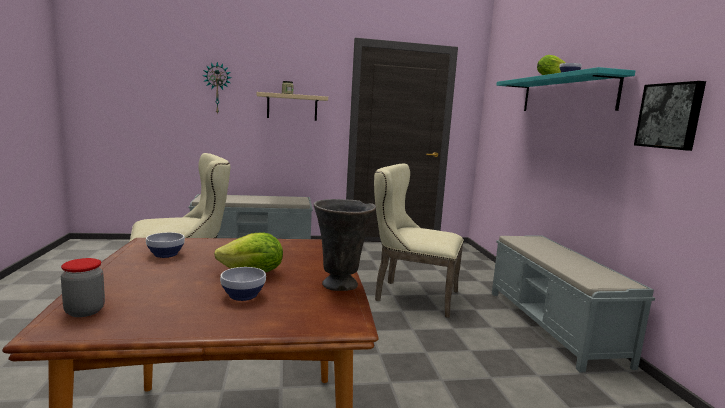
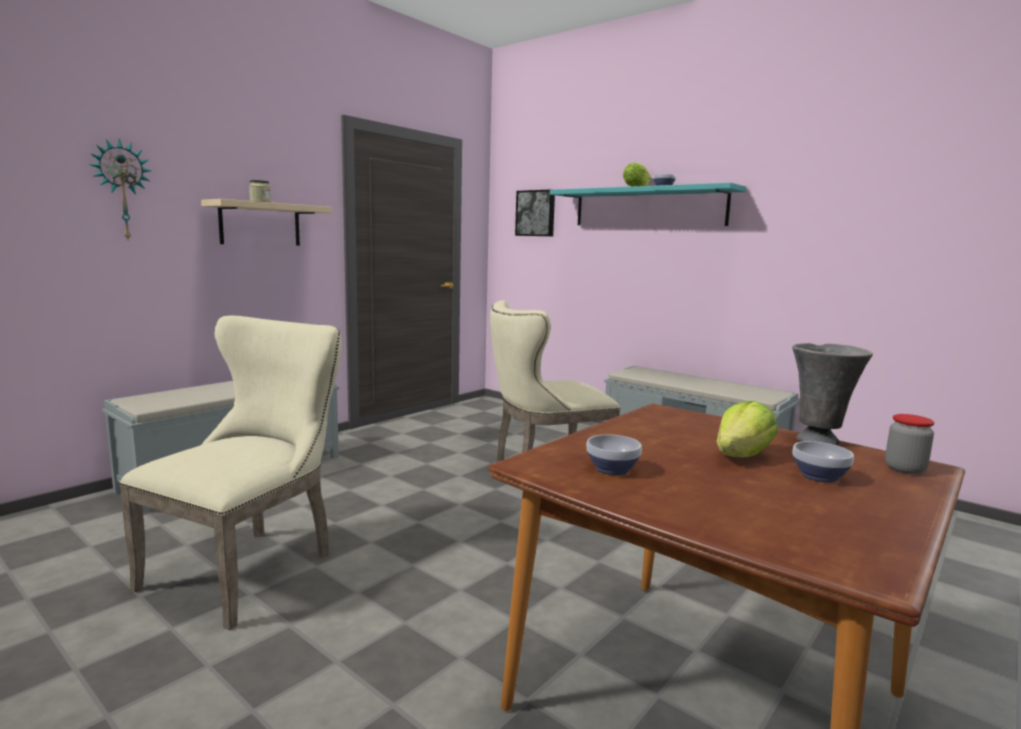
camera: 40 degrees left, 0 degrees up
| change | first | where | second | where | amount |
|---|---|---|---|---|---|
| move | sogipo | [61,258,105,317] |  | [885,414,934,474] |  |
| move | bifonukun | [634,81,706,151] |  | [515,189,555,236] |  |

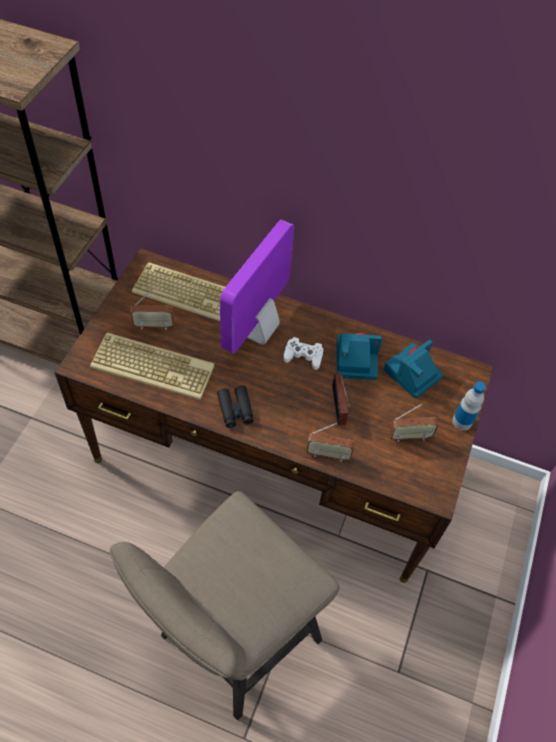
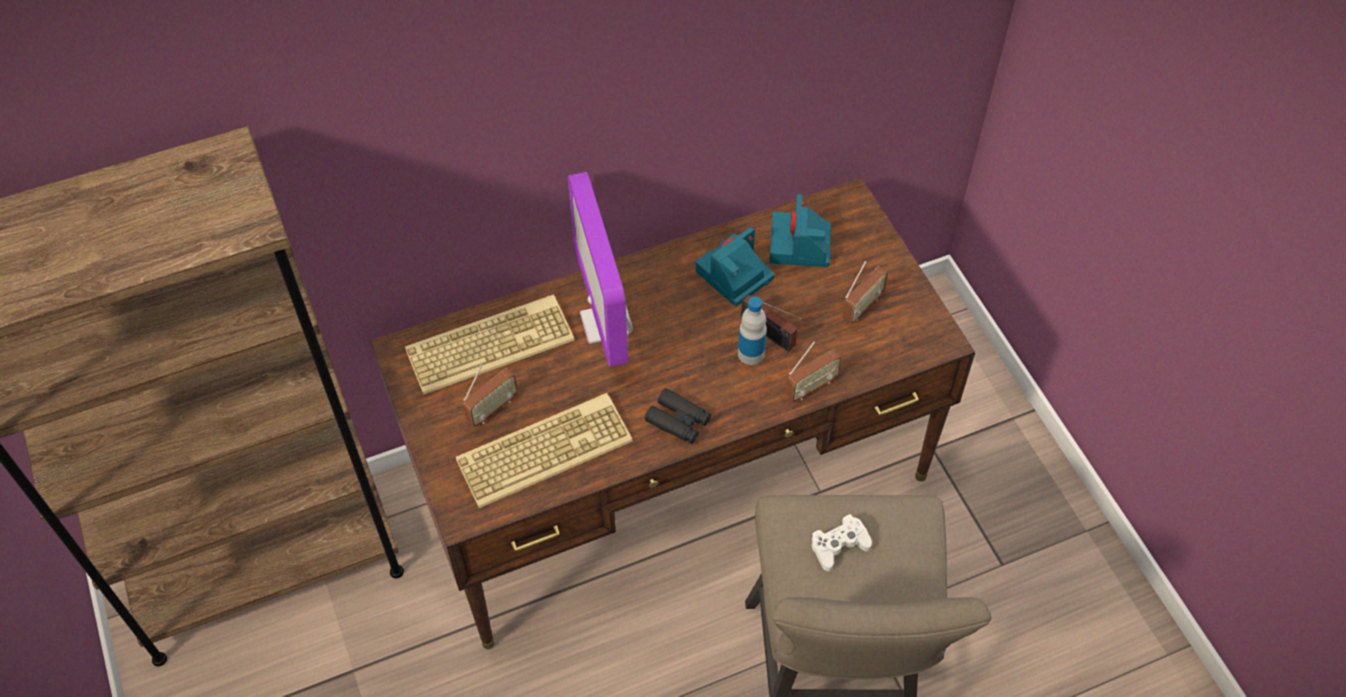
camera: 40 degrees left, 0 degrees up
| change | first | where | second | where | amount |
|---|---|---|---|---|---|
| move | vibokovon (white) | [283,337,323,370] |  | [811,514,872,572] |  |
| move | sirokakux | [452,382,486,431] |  | [738,297,767,365] |  |

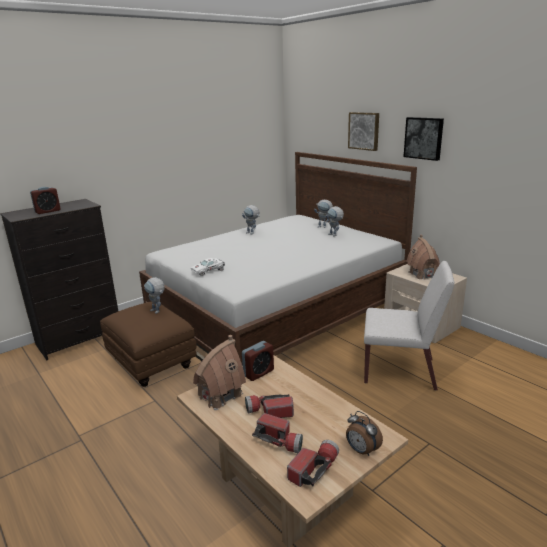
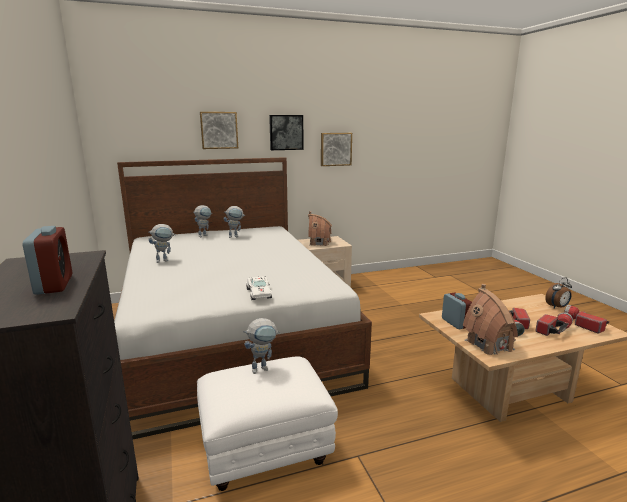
camera: 70 degrees left, 5 degrees down
| change | first | where | second | where | amount |
|---|---|---|---|---|---|
| delete | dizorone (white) | [364,261,454,391] |  |  |  |
| insert |  |  | bifonukun | [321,133,352,166] |  |
| recolor | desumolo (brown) | [100,302,197,387] | desumolo (white) | [197,356,338,491] |  |

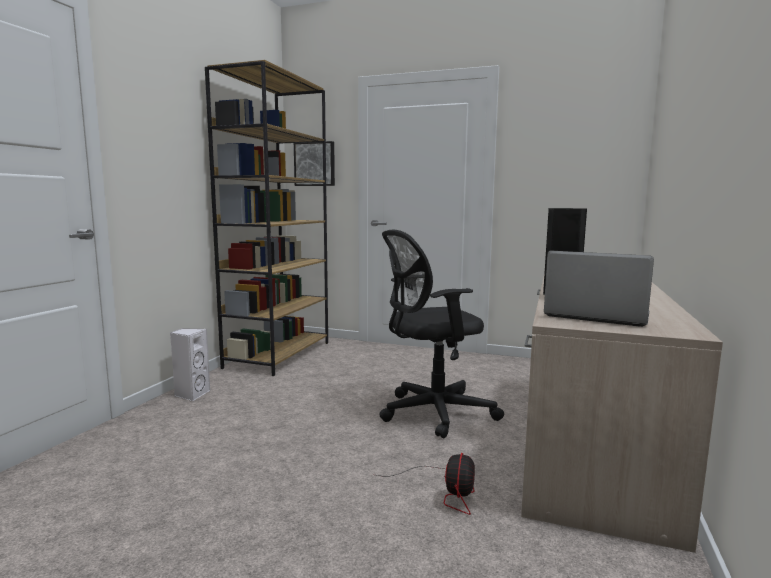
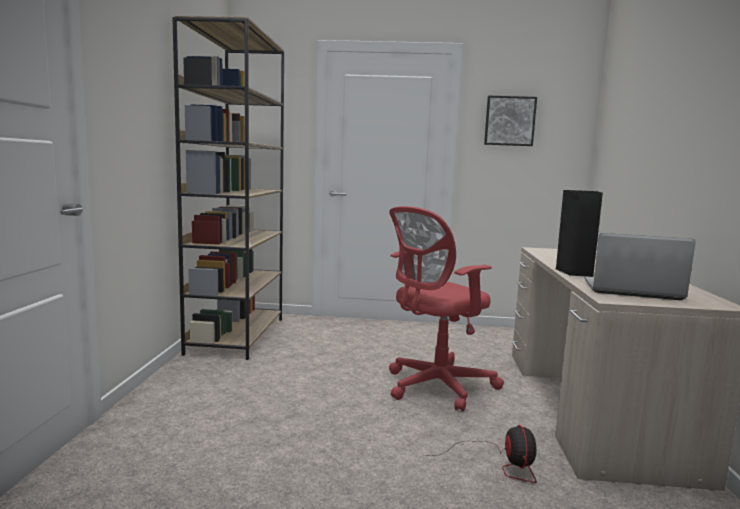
camera: 15 degrees left, 0 degrees up
| change | first | where | second | where | amount |
|---|---|---|---|---|---|
| delete | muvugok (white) | [170,328,210,401] |  |  |  |
| move | bifonukun | [294,141,335,186] |  | [484,96,537,146] |  |
| recolor | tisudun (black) | [379,230,504,439] | tisudun (red) | [389,206,504,412] |  |

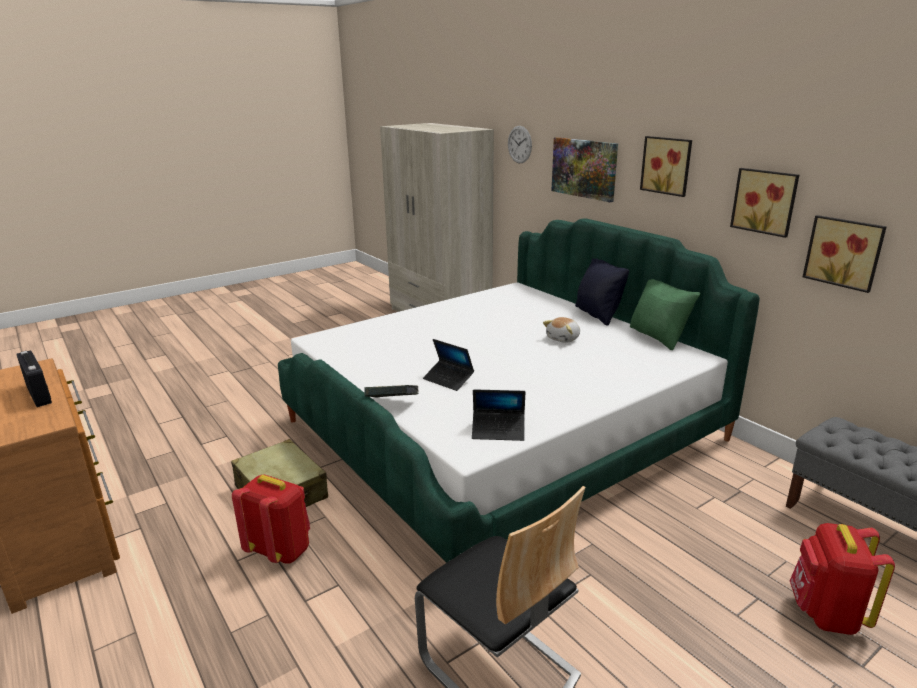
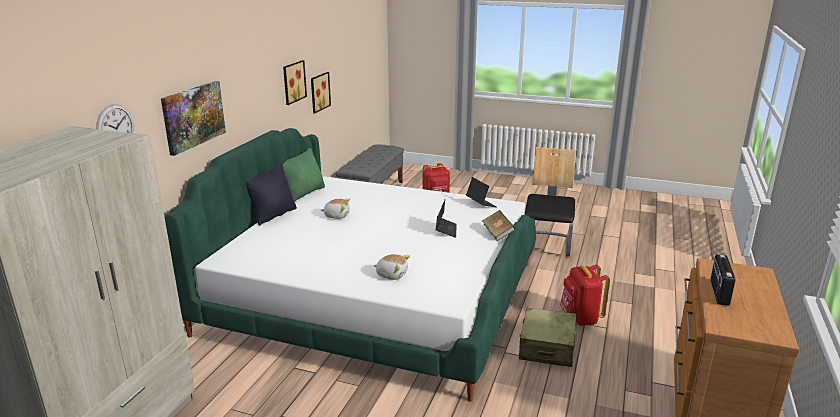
camera: 125 degrees left, 0 degrees up
| change | first | where | second | where | amount |
|---|---|---|---|---|---|
| delete | bifonukun | [640,136,692,197] |  |  |  |
| insert |  |  | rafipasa | [374,254,410,280] |  |

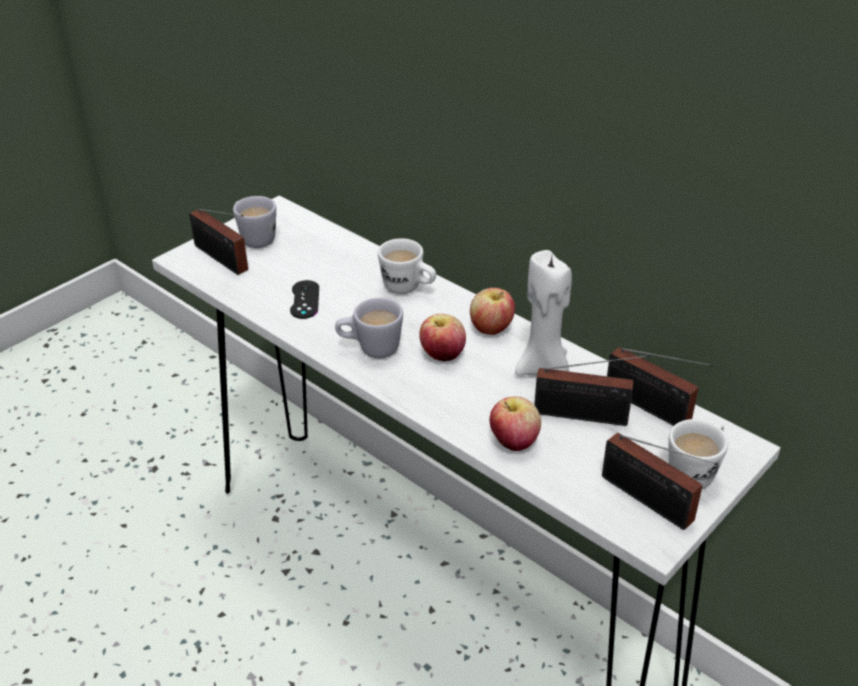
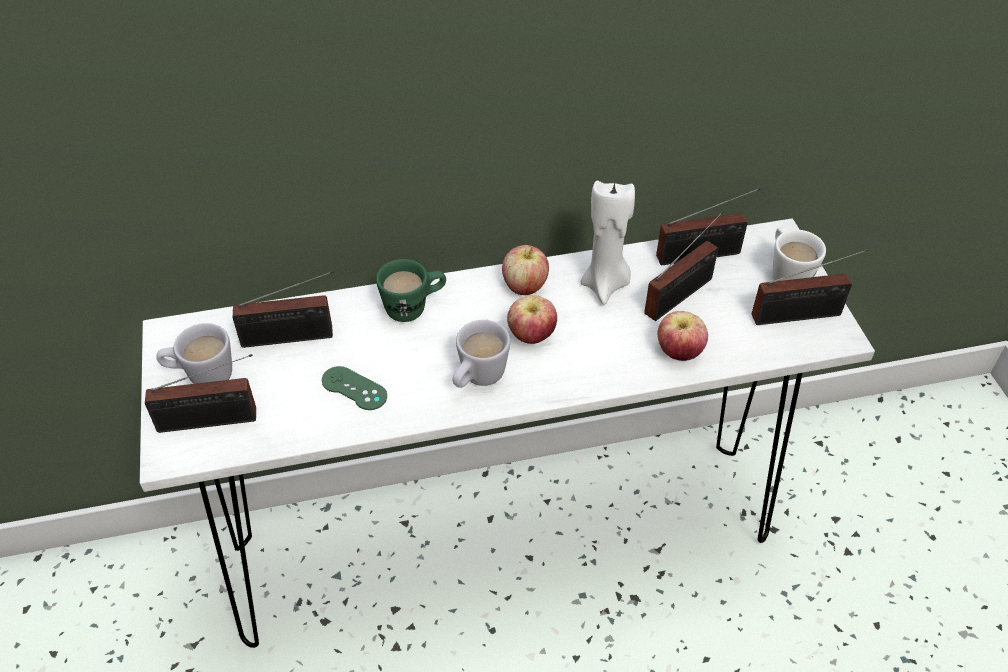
camera: 55 degrees left, 10 degrees up
| change | first | where | second | where | amount |
|---|---|---|---|---|---|
| insert |  |  | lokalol | [233,271,333,348] |  |
| recolor | vibokovon (black) | [290,280,319,319] | vibokovon (green) | [322,366,387,410] |  |
| recolor | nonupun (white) | [378,238,436,294] | nonupun (green) | [376,259,446,322] |  |

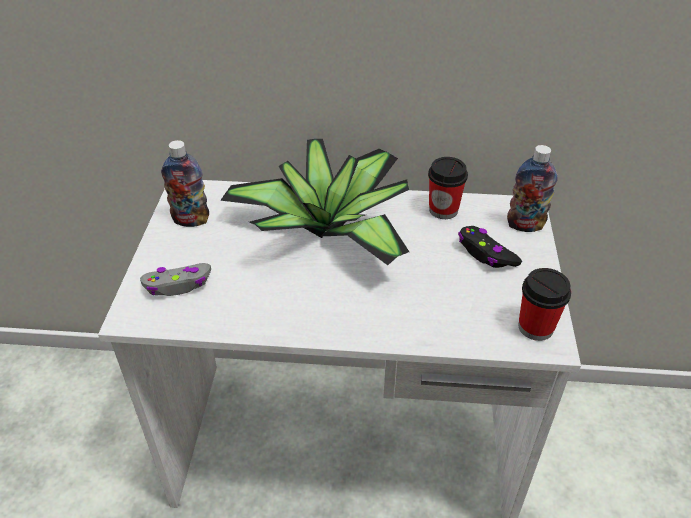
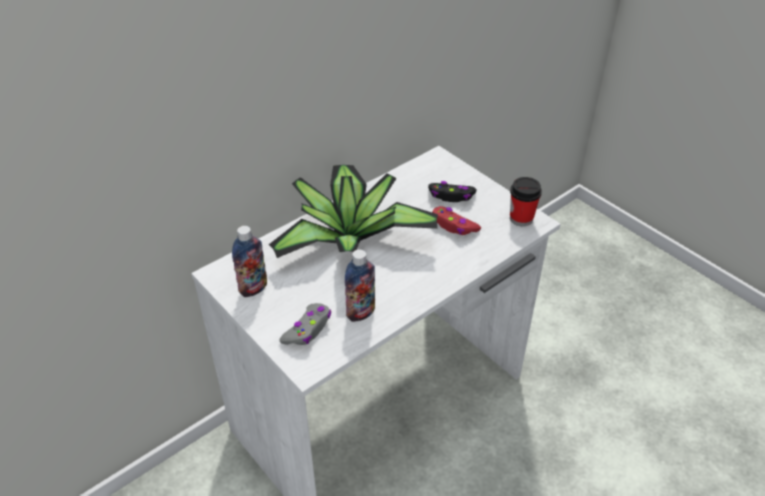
camera: 45 degrees left, 0 degrees up
| change | first | where | second | where | amount |
|---|---|---|---|---|---|
| delete | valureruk | [428,157,468,219] |  |  |  |
| insert |  |  | vibokovon (red) | [432,206,481,235] |  |
| move | sirokakux | [507,145,558,232] |  | [345,249,375,322] |  |

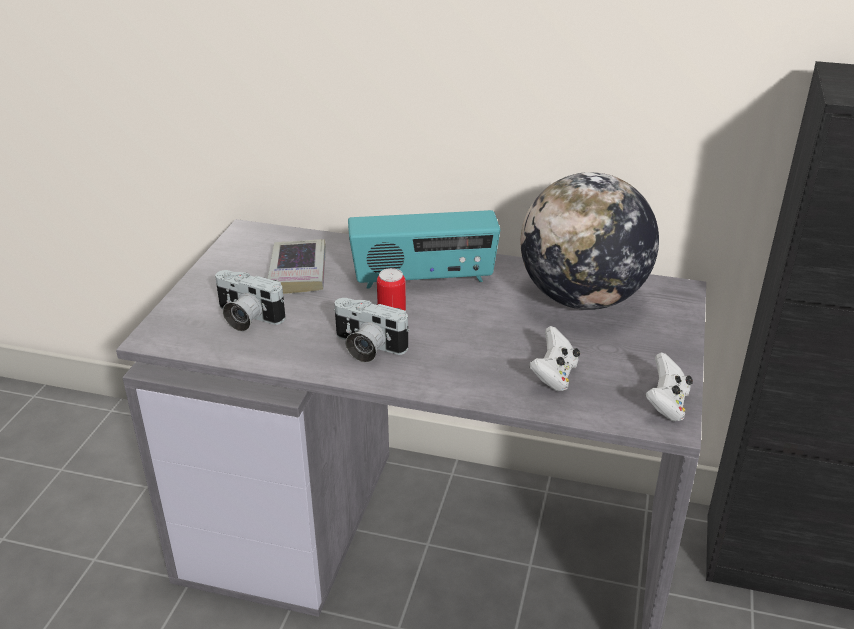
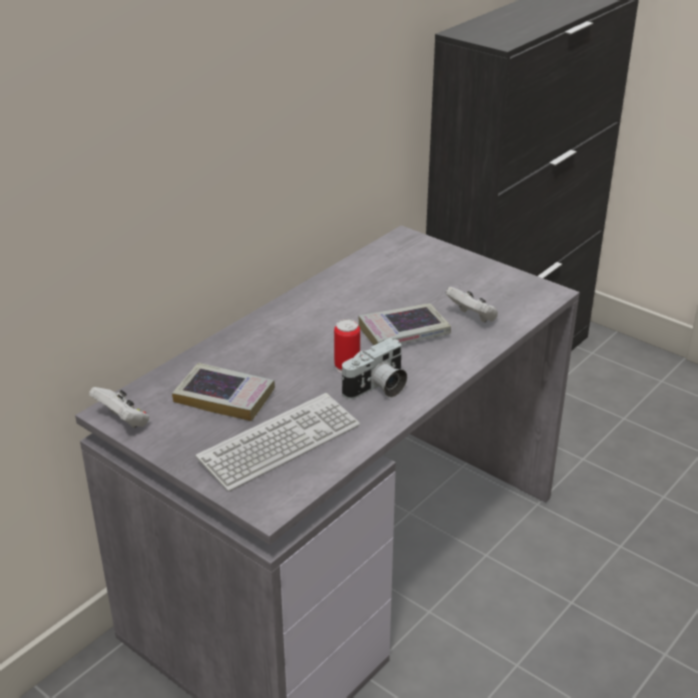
camera: 65 degrees left, 0 degrees up
| change | first | where | second | where | amount |
|---|---|---|---|---|---|
| delete | lokalol | [348,210,500,289] |  |  |  |
| delete | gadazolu | [521,172,659,310] |  |  |  |
| insert |  |  | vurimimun | [358,303,451,345] |  |
| move | vibokovon (white) | [645,352,693,421] |  | [89,387,149,428] |  |
| replace | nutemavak | [215,270,286,331] | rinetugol | [196,393,360,491] |  |

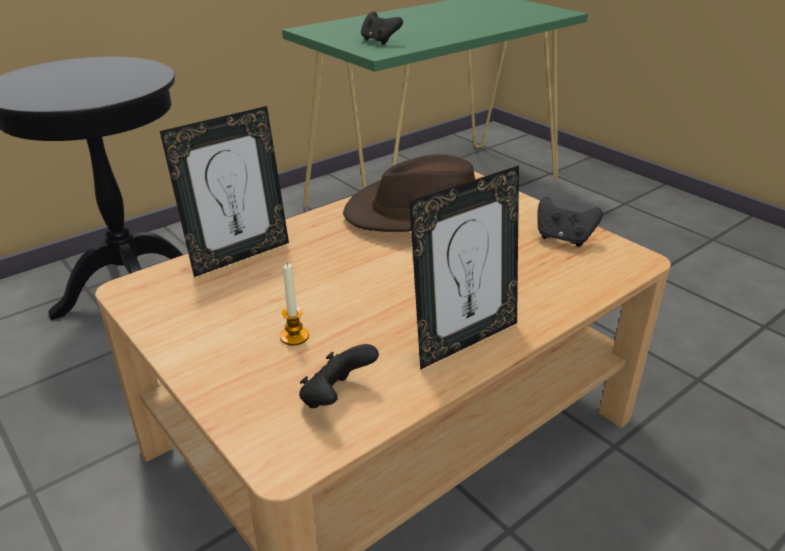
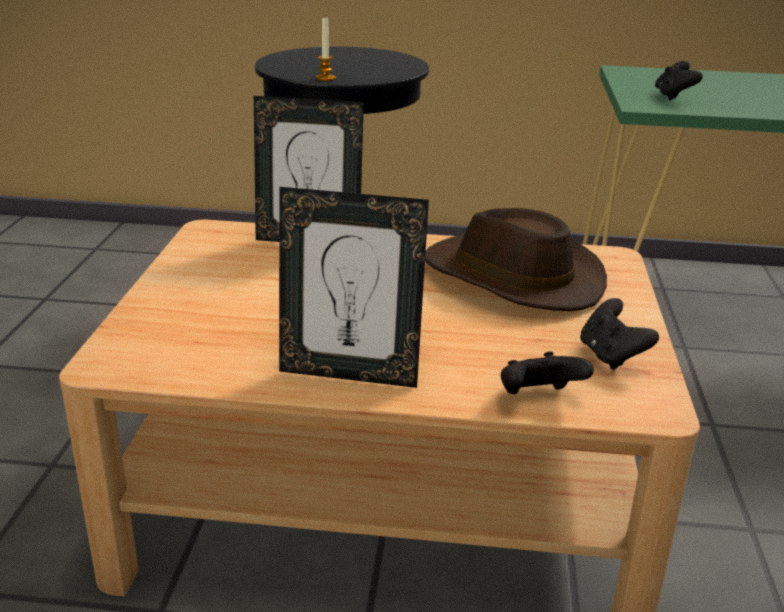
camera: 45 degrees right, 5 degrees down
| change | first | where | second | where | amount |
|---|---|---|---|---|---|
| move | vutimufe | [280,263,309,346] |  | [316,18,336,81] |  |
| move | vibokovon (black) | [299,344,379,408] |  | [501,351,594,394] |  |

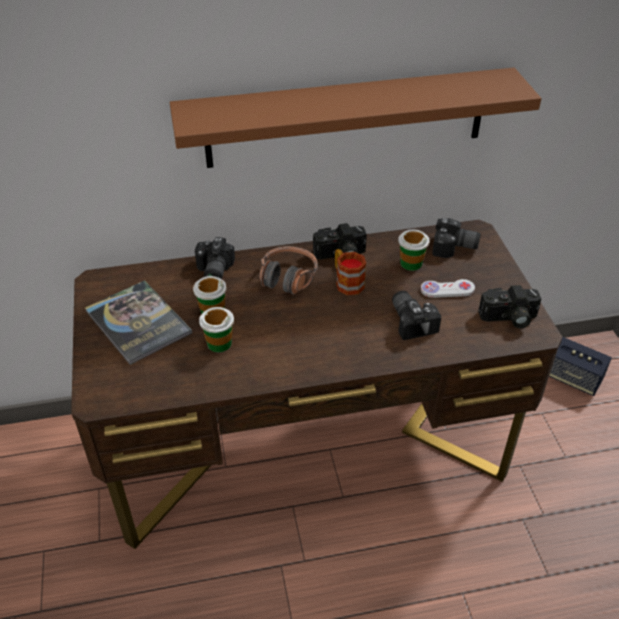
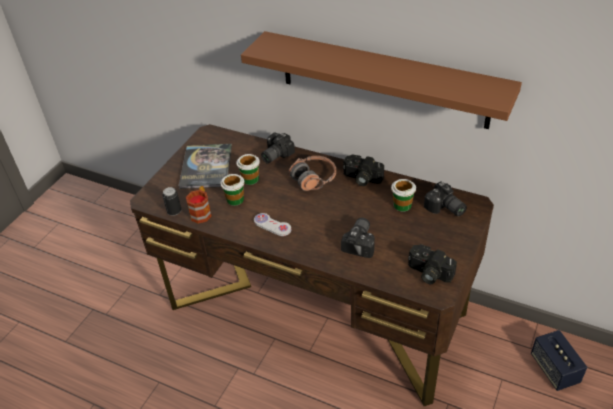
camera: 40 degrees right, 0 degrees up
| change | first | where | second | where | amount |
|---|---|---|---|---|---|
| insert |  |  | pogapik | [162,187,181,216] |  |
| move | nonupun | [335,249,366,295] |  | [186,186,212,224] |  |
| move | vibokovon (white) | [421,279,475,298] |  | [254,213,291,236] |  |

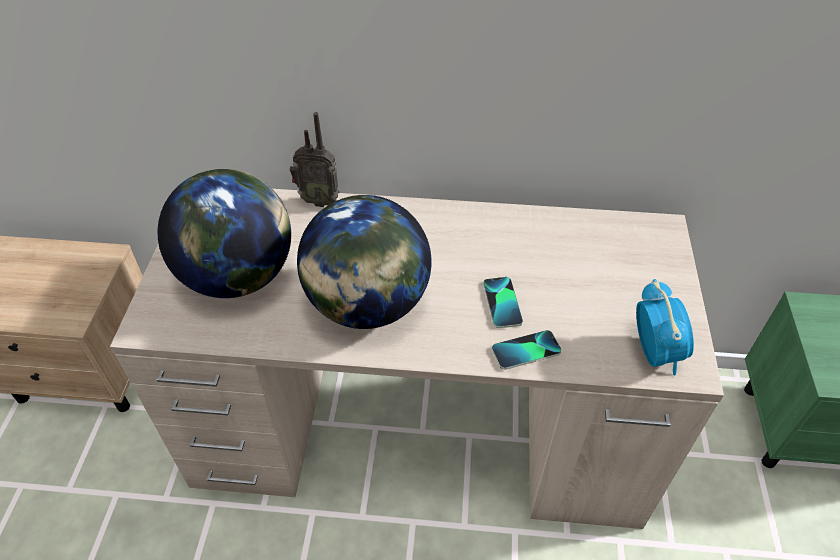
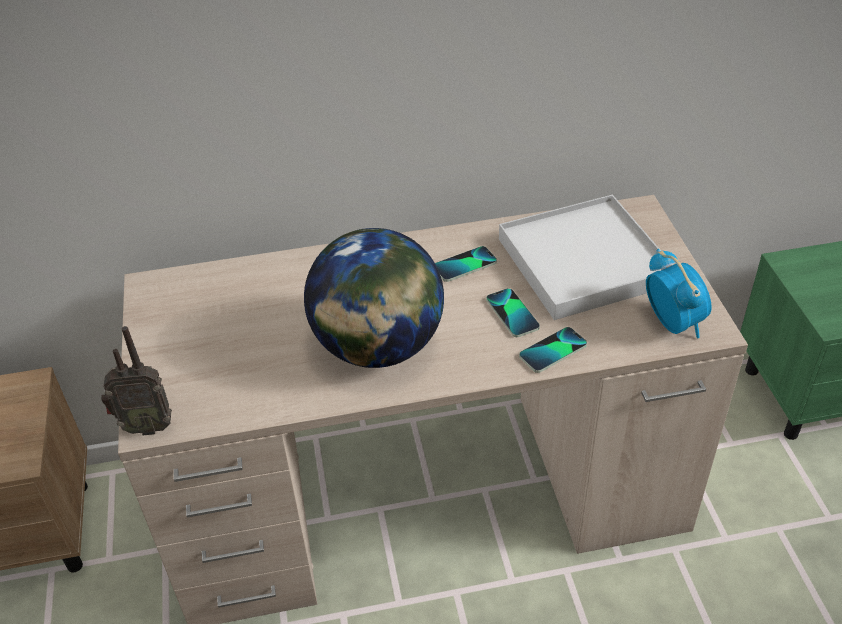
camera: 15 degrees left, 5 degrees down
| change | first | where | second | where | amount |
|---|---|---|---|---|---|
| delete | gadazolu | [157,169,291,298] |  |  |  |
| insert |  |  | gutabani | [435,246,497,282] |  |
| insert |  |  | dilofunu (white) | [499,195,673,320] |  |
| move | lokalol | [290,112,340,207] |  | [101,326,172,435] |  |

